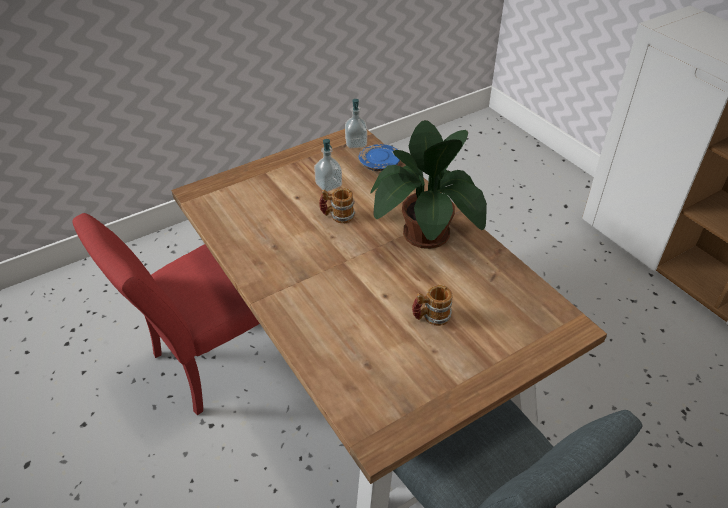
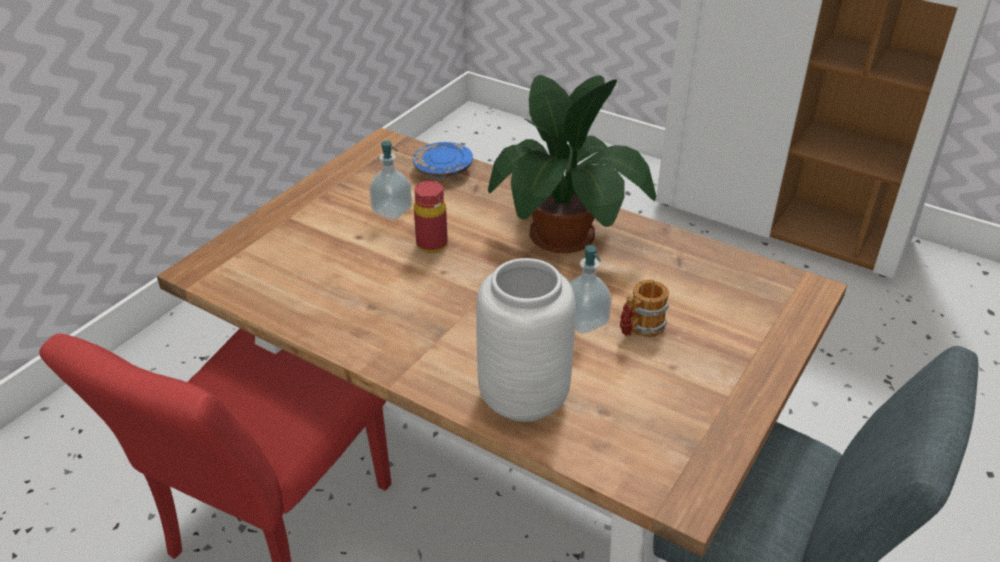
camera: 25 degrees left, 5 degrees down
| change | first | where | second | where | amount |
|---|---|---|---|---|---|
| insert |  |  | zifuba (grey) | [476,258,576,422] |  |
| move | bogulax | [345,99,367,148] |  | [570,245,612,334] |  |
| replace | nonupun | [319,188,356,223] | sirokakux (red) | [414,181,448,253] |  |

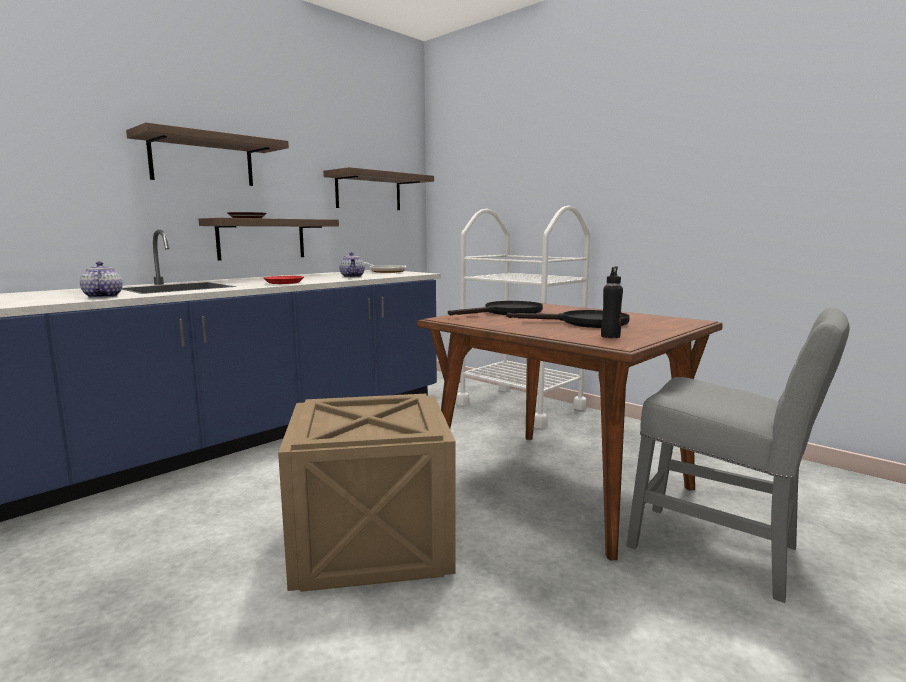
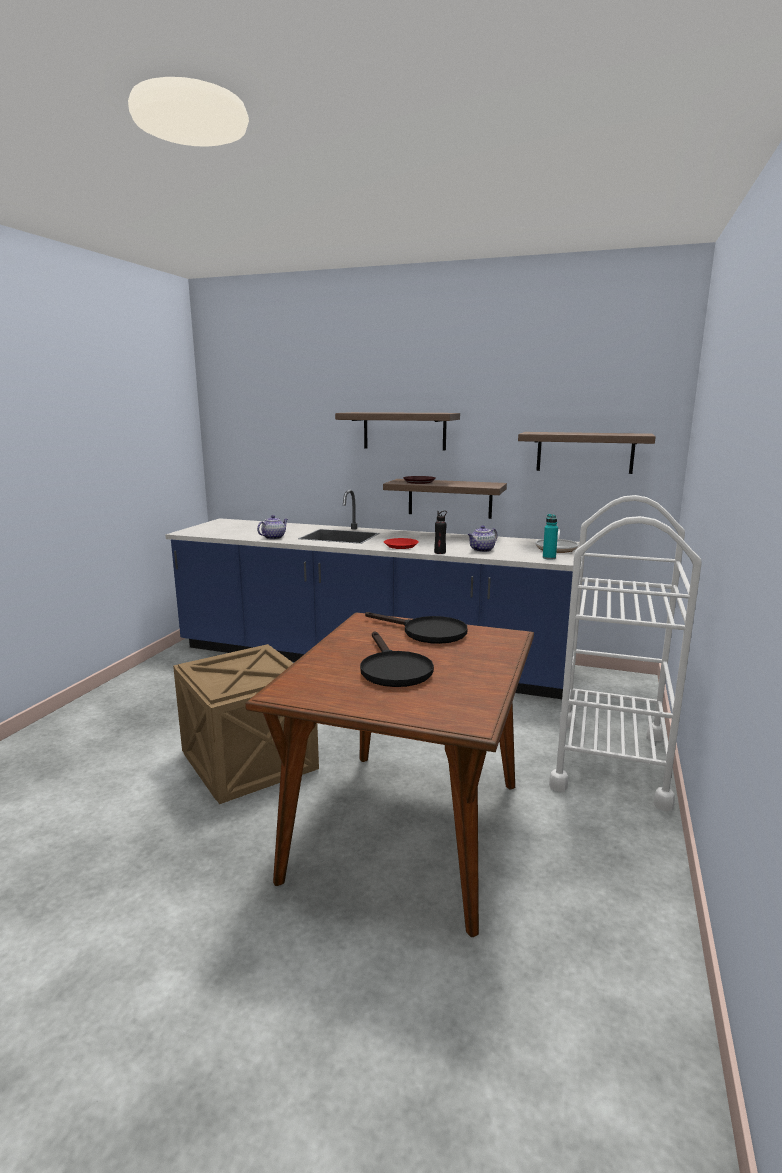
camera: 65 degrees right, 5 degrees up
| change | first | where | second | where | amount |
|---|---|---|---|---|---|
| delete | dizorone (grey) | [626,308,849,603] |  |  |  |
| insert |  |  | sirokakux (turquoise) | [543,514,558,560] |  |
| move | sirokakux (black) | [601,266,623,338] |  | [434,511,447,554] |  |

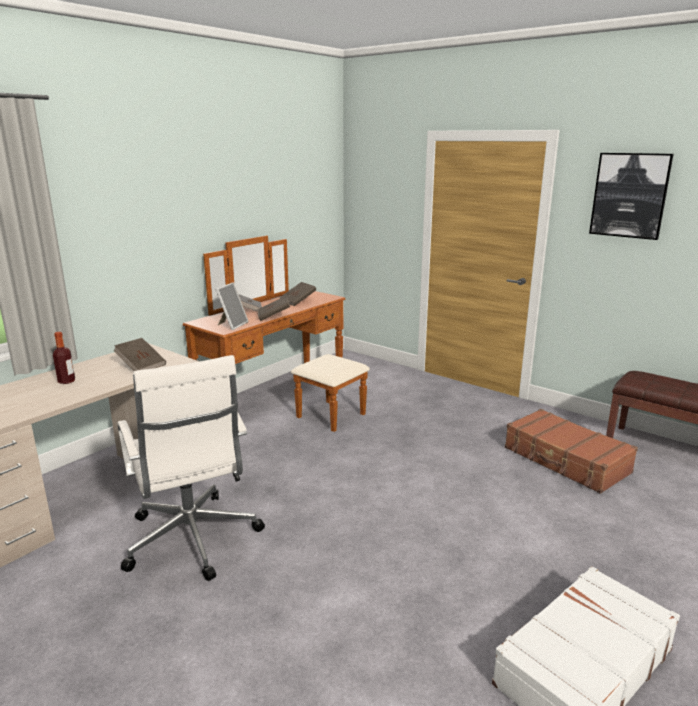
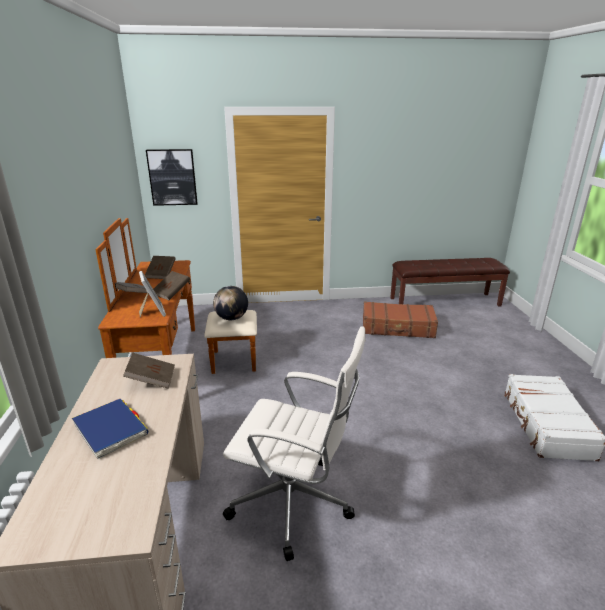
camera: 45 degrees left, 5 degrees up
| change | first | where | second | where | amount |
|---|---|---|---|---|---|
| insert |  |  | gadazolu | [213,286,248,320] |  |
| move | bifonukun | [589,153,674,240] |  | [146,149,198,206] |  |
| replace | sirokakux | [53,332,75,384] | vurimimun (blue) | [72,399,149,460] |  |

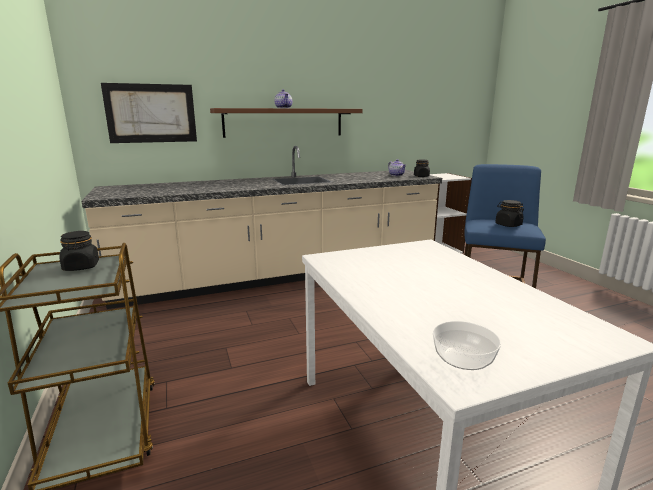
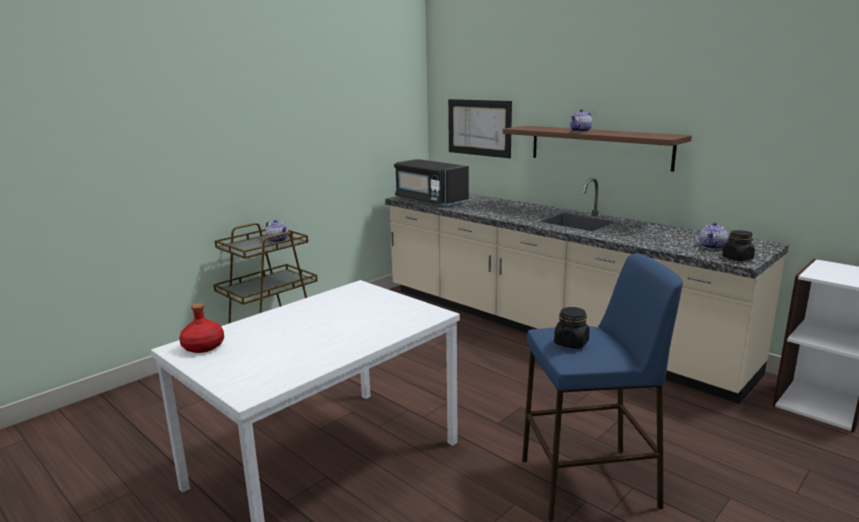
camera: 65 degrees right, 0 degrees up
| change | first | where | second | where | amount |
|---|---|---|---|---|---|
| insert |  |  | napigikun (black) | [394,159,469,207] |  |
| replace | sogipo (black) | [59,231,99,271] | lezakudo | [265,220,288,243] |  |
| replace | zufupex | [433,321,501,370] | sirokakux (red) | [179,303,224,353] |  |

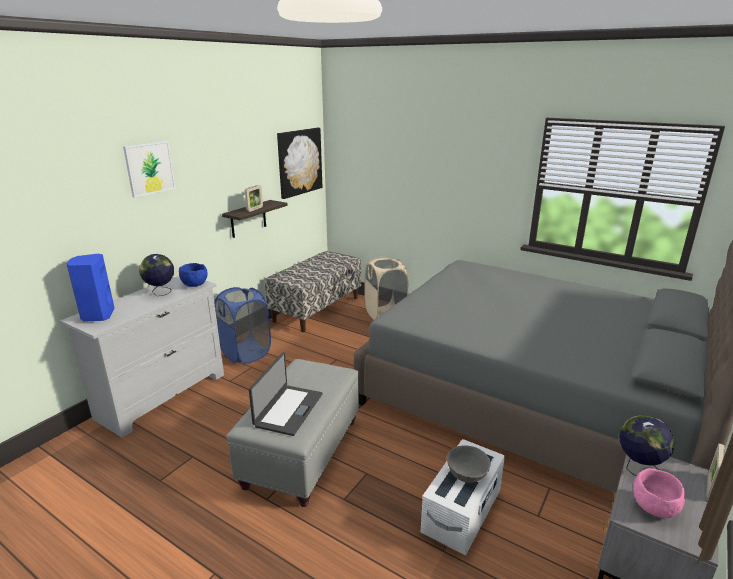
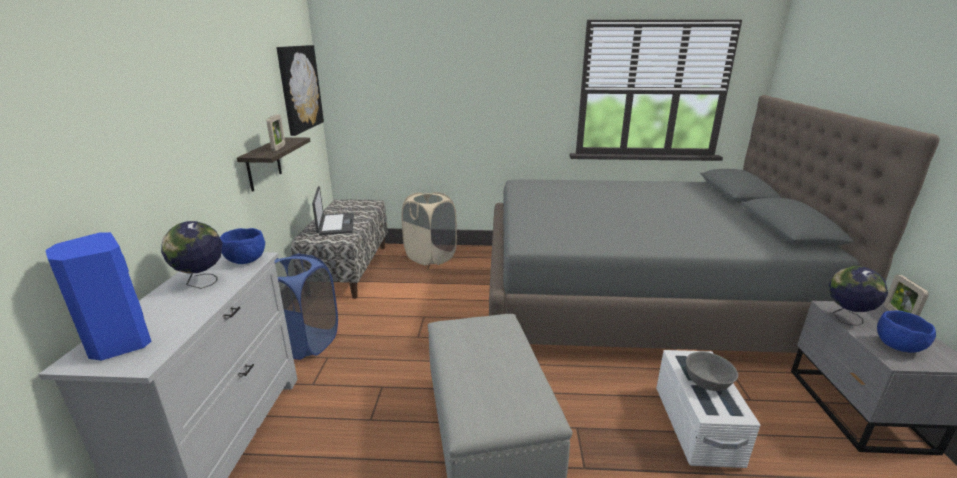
camera: 30 degrees left, 0 degrees up
| change | first | where | second | where | amount |
|---|---|---|---|---|---|
| delete | bifonukun | [123,141,176,198] |  |  |  |
| move | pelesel | [249,352,322,436] |  | [312,186,354,235] |  |
| recolor | zufupex (pink) | [633,468,685,518] | zufupex (blue) | [877,310,936,353] |  |

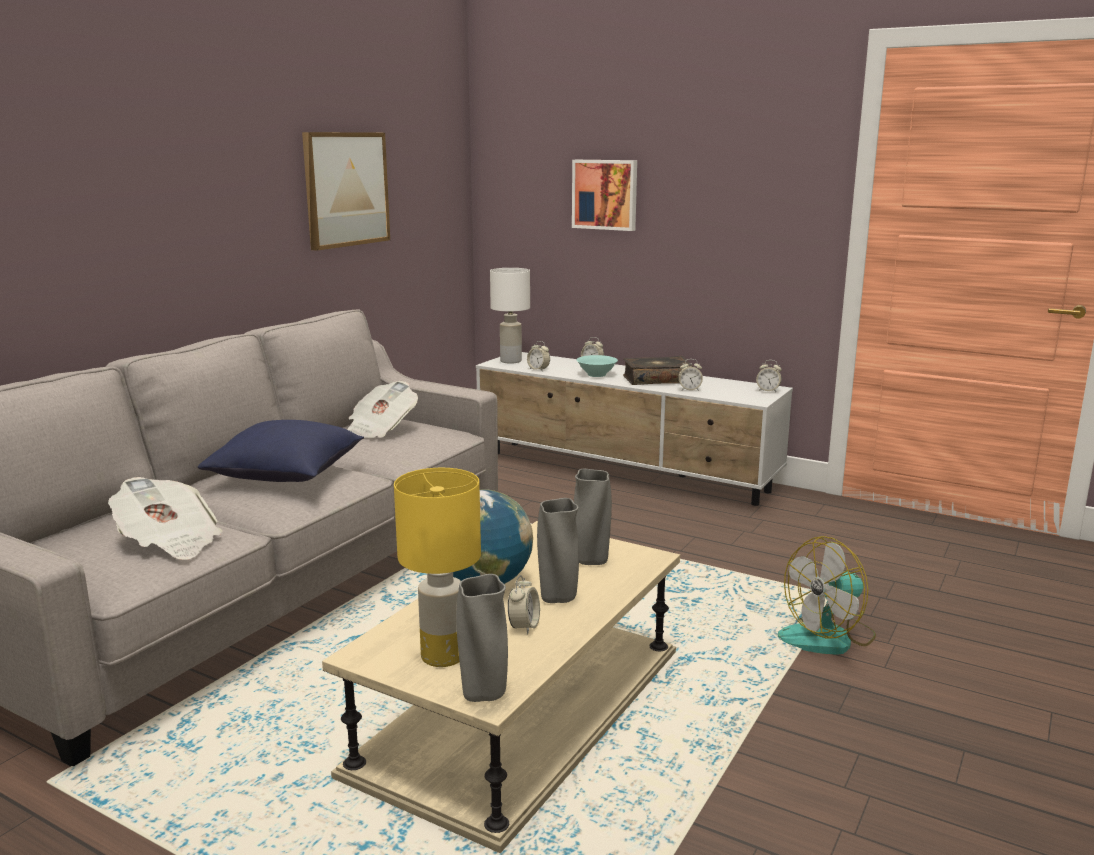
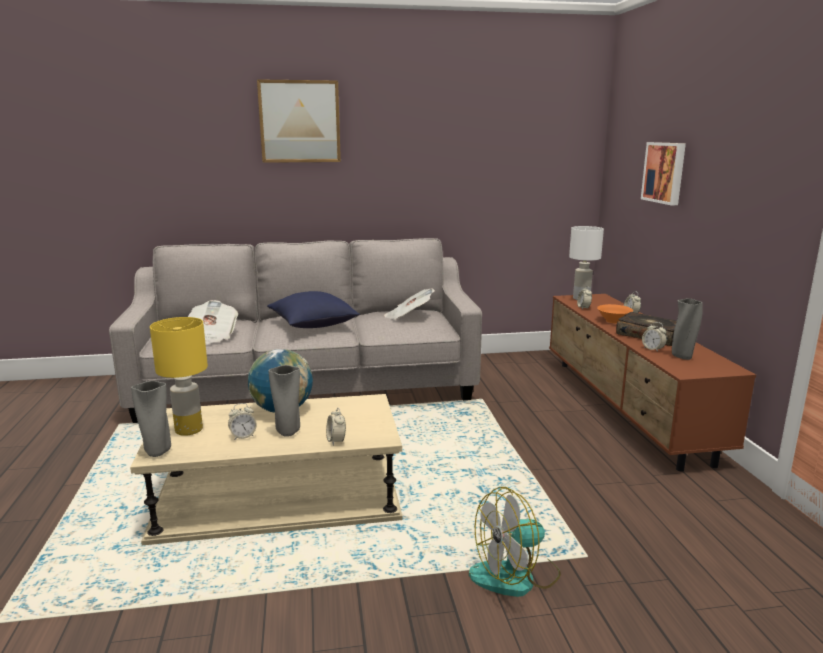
camera: 50 degrees right, 0 degrees up
| change | first | where | second | where | amount |
|---|---|---|---|---|---|
| move | bifonukun | [302,132,390,251] |  | [257,79,341,163] |  |
| move | zifuba (grey) | [574,469,612,565] |  | [672,298,703,360] |  |
| move | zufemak | [756,360,782,392] |  | [326,408,346,446] |  |
| recolor | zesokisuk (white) | [476,352,793,506] | zesokisuk (brown) | [549,294,756,471] |  |
| recolor | zufupex (turquoise) | [576,355,618,377] | zufupex (orange) | [597,304,633,323] |  |
| rotate | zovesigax | [778,536,876,655] |  | [469,487,561,597] | 45 degrees counterclockwise |

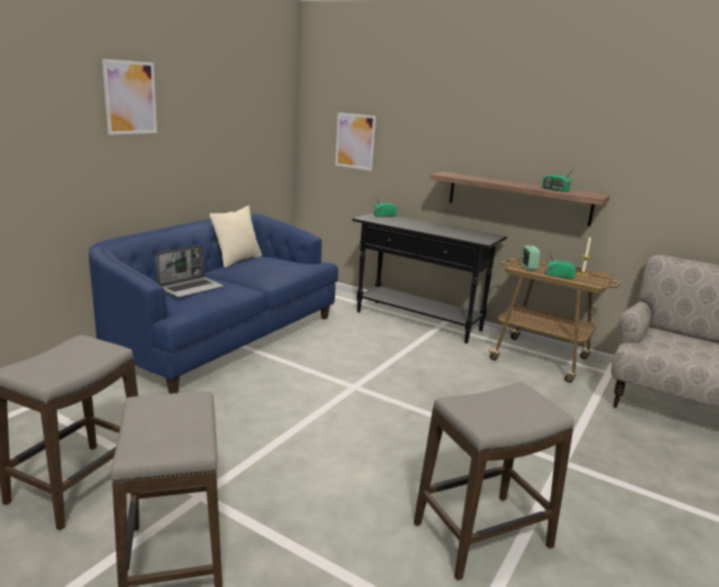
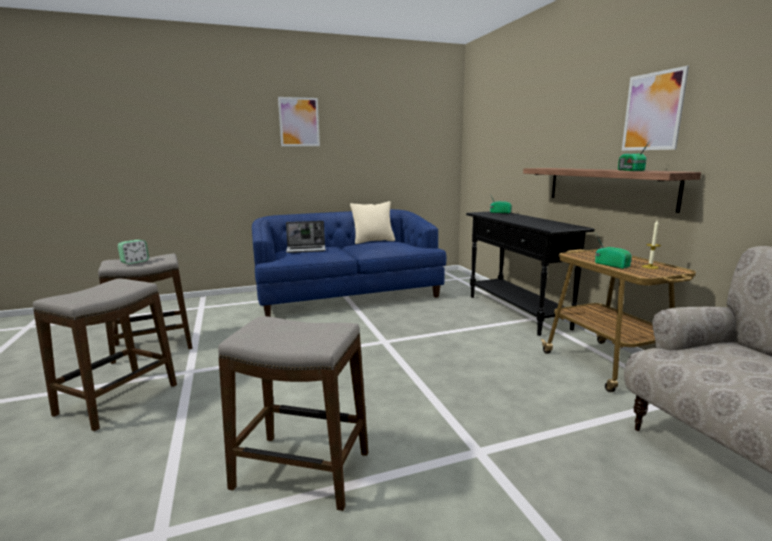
camera: 40 degrees right, 5 degrees down
| change | first | where | second | where | amount |
|---|---|---|---|---|---|
| move | bifonukun | [335,112,376,171] |  | [622,66,689,151] |  |
| move | zufemak | [521,246,540,270] |  | [118,240,149,264] |  |

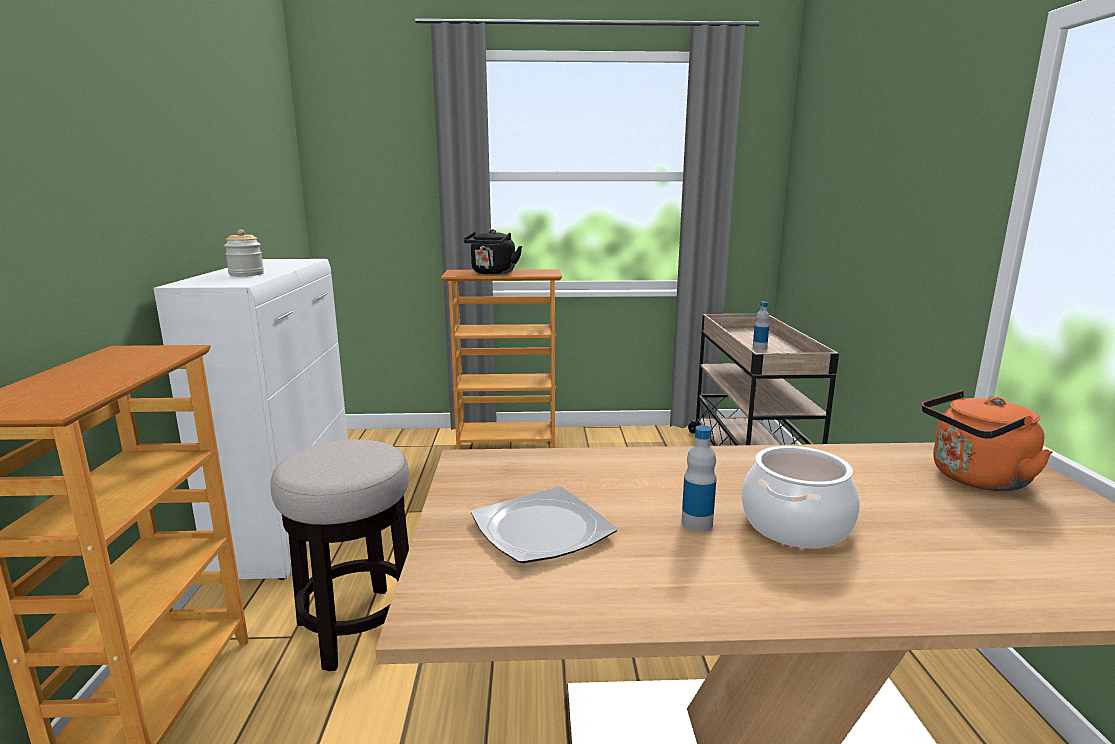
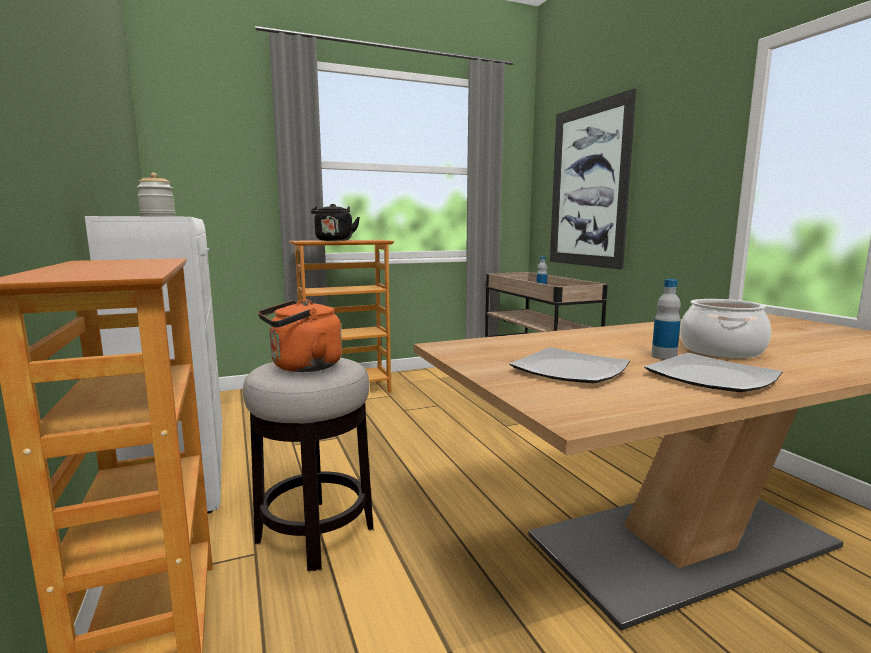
camera: 20 degrees left, 5 degrees down
| change | first | where | second | where | amount |
|---|---|---|---|---|---|
| insert |  |  | bifonukun | [550,88,636,270] |  |
| insert |  |  | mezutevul | [644,353,783,392] |  |
| move | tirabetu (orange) | [922,391,1052,491] |  | [258,299,342,372] |  |

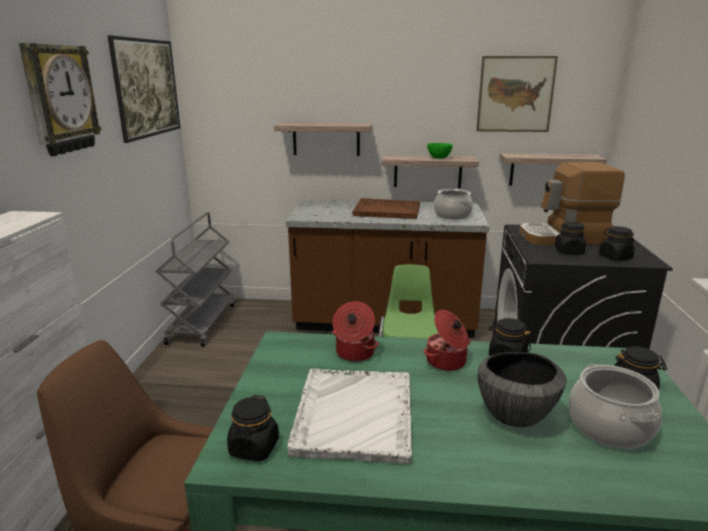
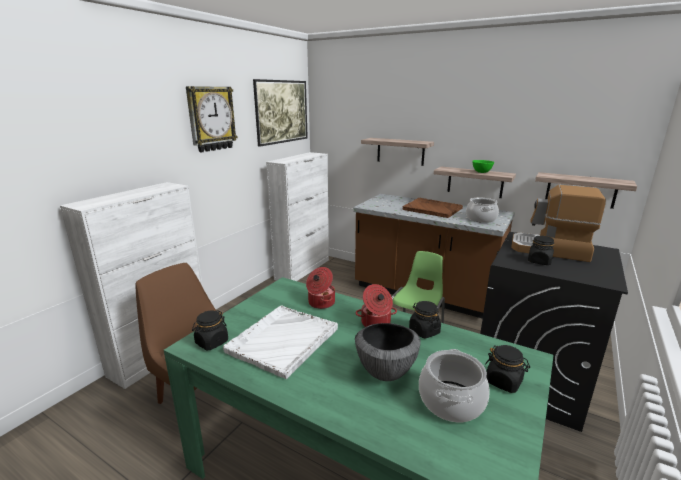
camera: 25 degrees right, 0 degrees up
| change | first | where | second | where | amount |
|---|---|---|---|---|---|
| delete | bifonukun | [476,56,558,132] |  |  |  |
| delete | sogipo (black) | [599,226,634,261] |  |  |  |
| replace | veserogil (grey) | [156,212,235,347] | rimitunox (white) | [266,152,329,281] |  |

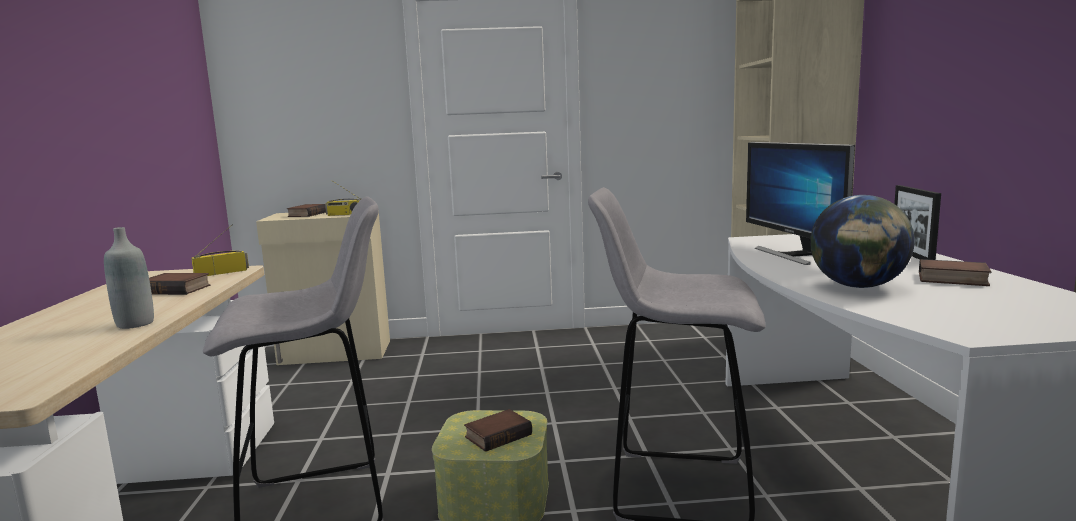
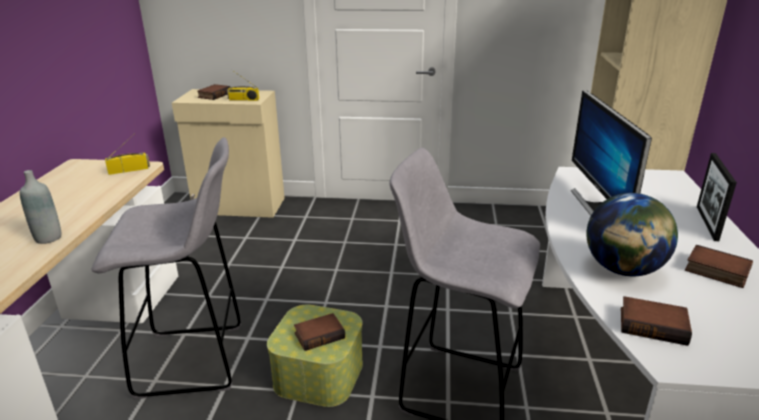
camera: 10 degrees right, 15 degrees up
| change | first | where | second | where | amount |
|---|---|---|---|---|---|
| move | vurimimun | [149,273,210,295] |  | [621,296,692,346] |  |

